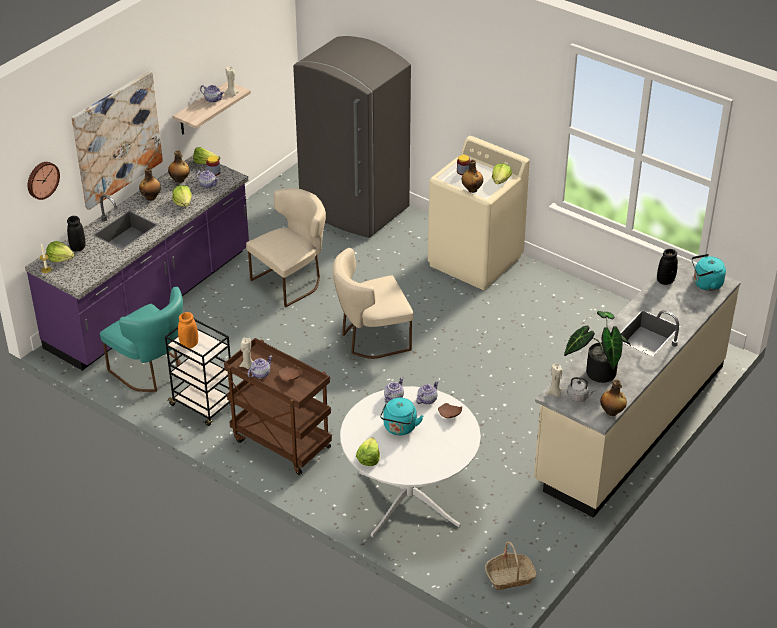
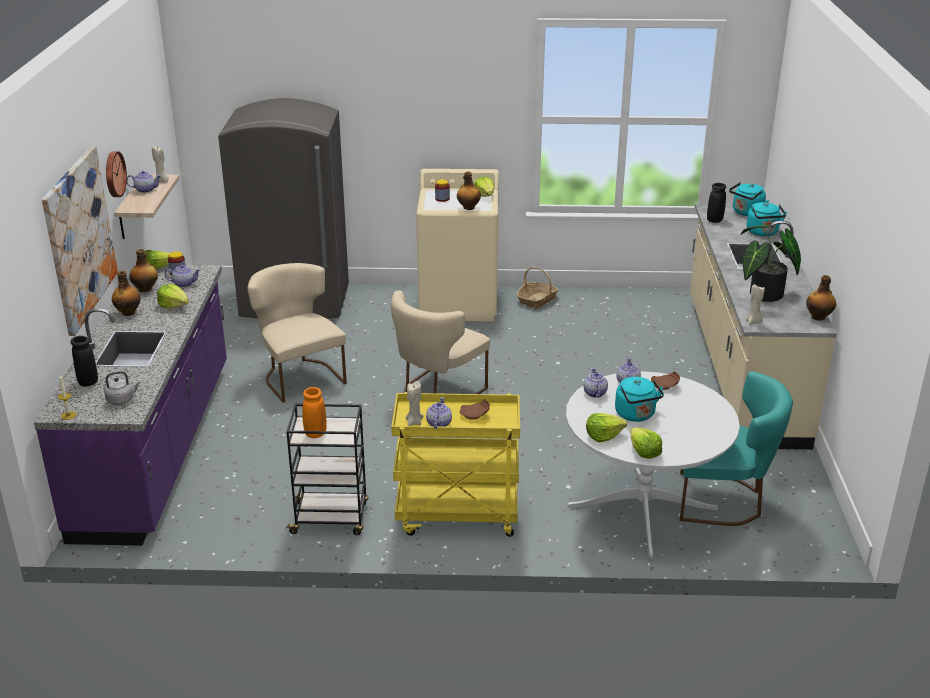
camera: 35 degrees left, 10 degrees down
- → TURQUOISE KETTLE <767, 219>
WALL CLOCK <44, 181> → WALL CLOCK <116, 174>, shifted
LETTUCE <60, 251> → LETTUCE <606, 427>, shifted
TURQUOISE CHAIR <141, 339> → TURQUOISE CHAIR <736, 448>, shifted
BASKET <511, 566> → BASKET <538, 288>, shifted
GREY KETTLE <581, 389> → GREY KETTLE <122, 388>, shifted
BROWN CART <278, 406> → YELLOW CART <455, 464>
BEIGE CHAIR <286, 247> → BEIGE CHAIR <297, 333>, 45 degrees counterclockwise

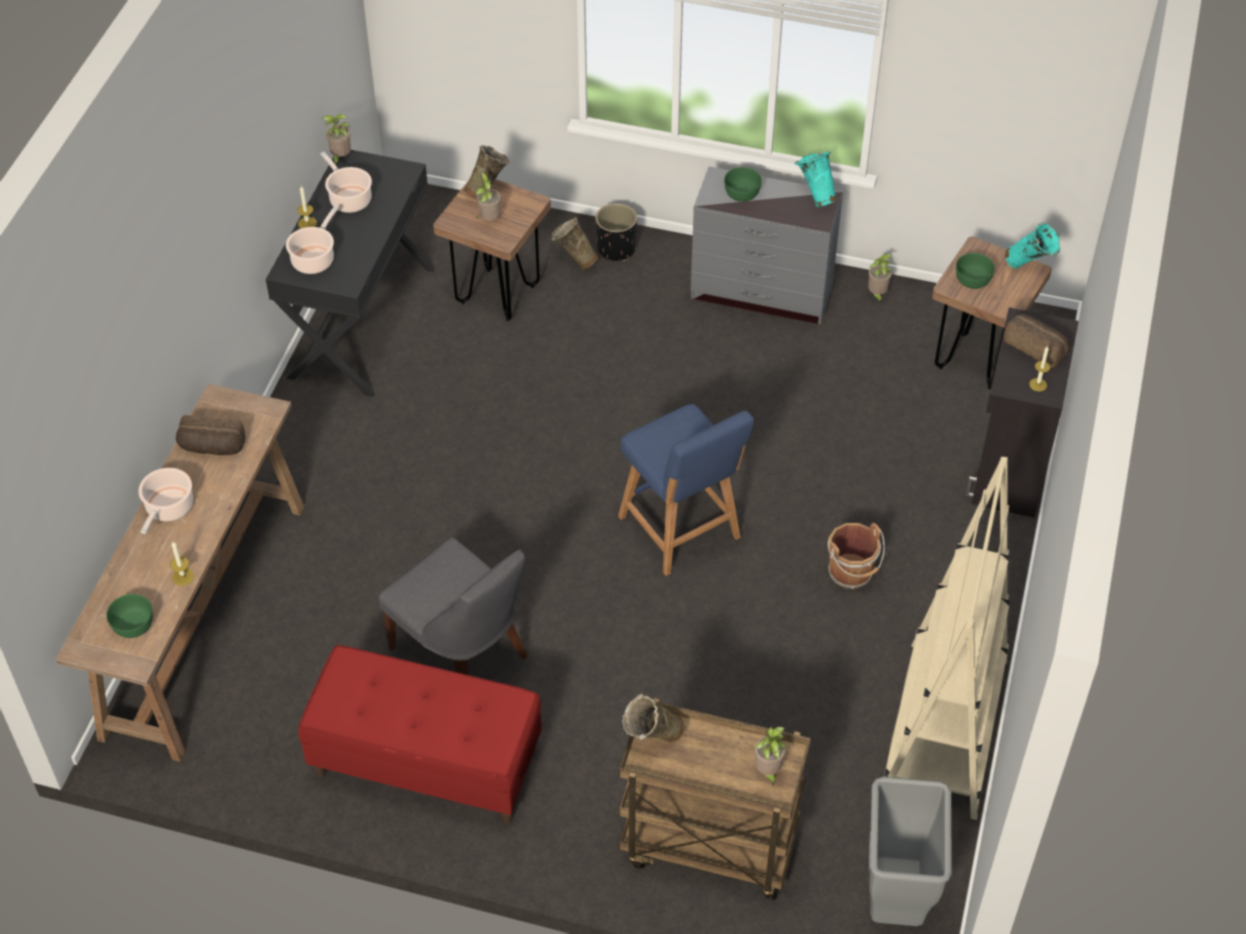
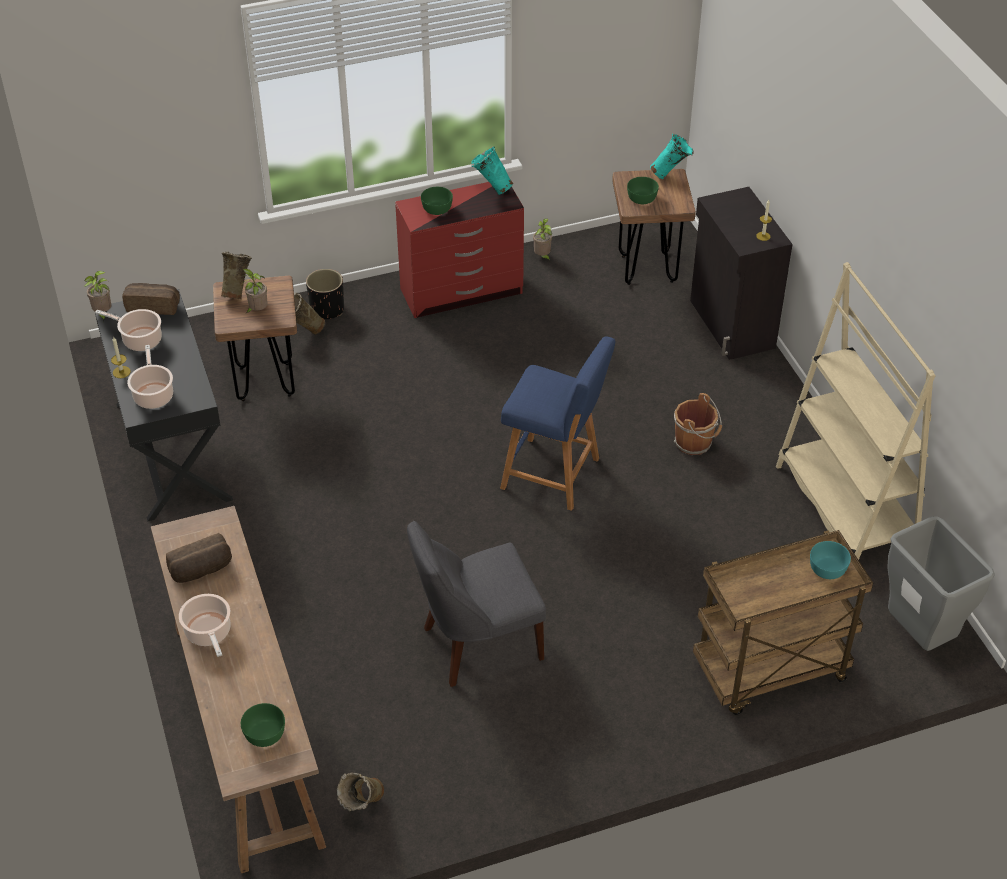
camera: 35 degrees left, 5 degrees down
CANDLE <182, 564> → -
RED BENCH <420, 735> → -
BEIGE VASE <653, 718> → BEIGE VASE <360, 792>, shifted
BREAD <1037, 341> → BREAD <151, 299>, shifted
POTTED PLANT <771, 755> → TURQUOISE BOWL <830, 560>
GREY DRESSER <767, 245> → RED DRESSER <459, 250>
GREY CHAIR <453, 606> → GREY CHAIR <476, 604>, 150 degrees clockwise

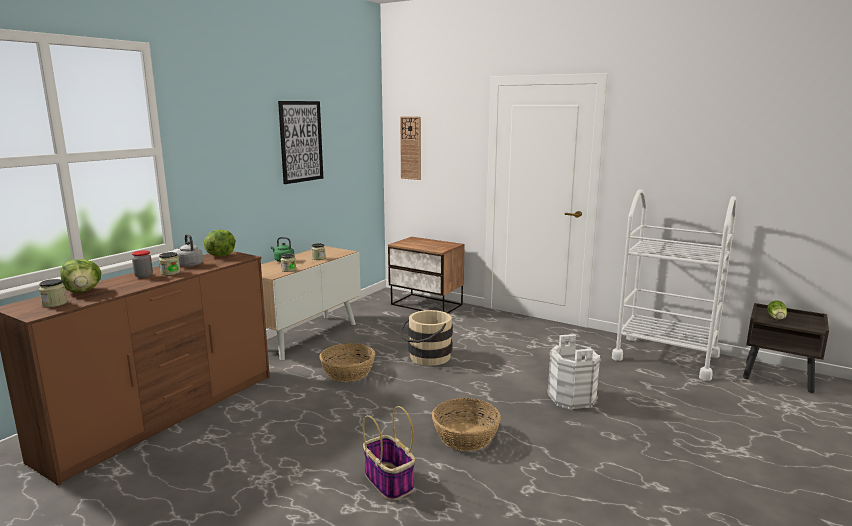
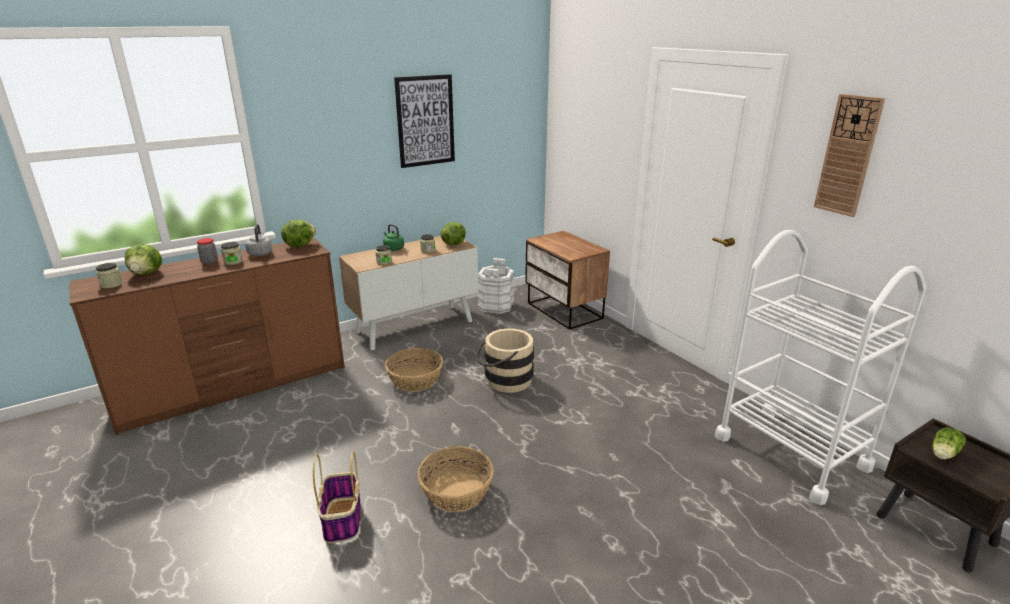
camera: 25 degrees right, 10 degrees up
- → LETTUCE <453, 233>
WALL CLOCK <410, 148> → WALL CLOCK <849, 155>, shifted
WHITE BUCKET <574, 372> → WHITE BUCKET <495, 286>, shifted

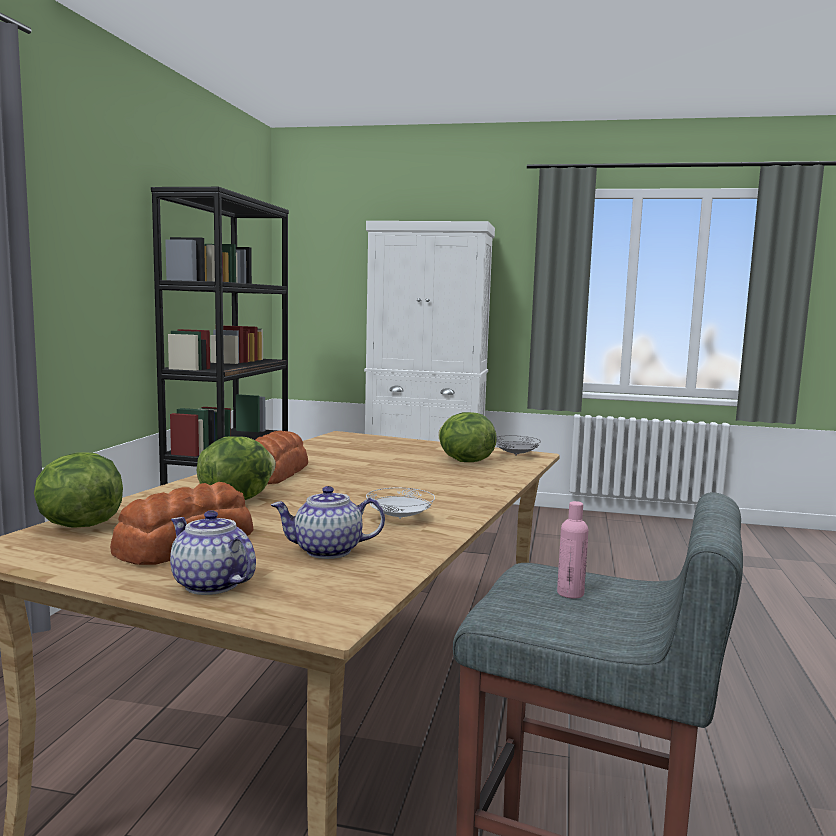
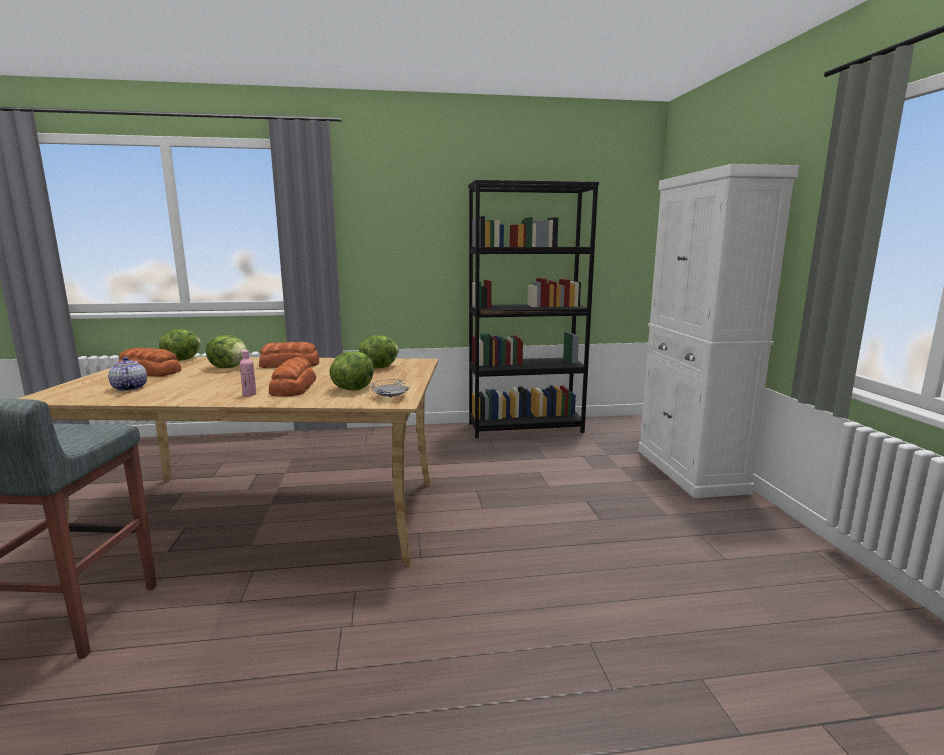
camera: 70 degrees right, 5 degrees up
TEAPOT <213, 552> → -
WHITE PLATE <400, 503> → -
- → BREAD <292, 377>
- → LETTUCE <379, 352>
PINK BOTTLE <572, 550> → PINK BOTTLE <248, 373>, shifted

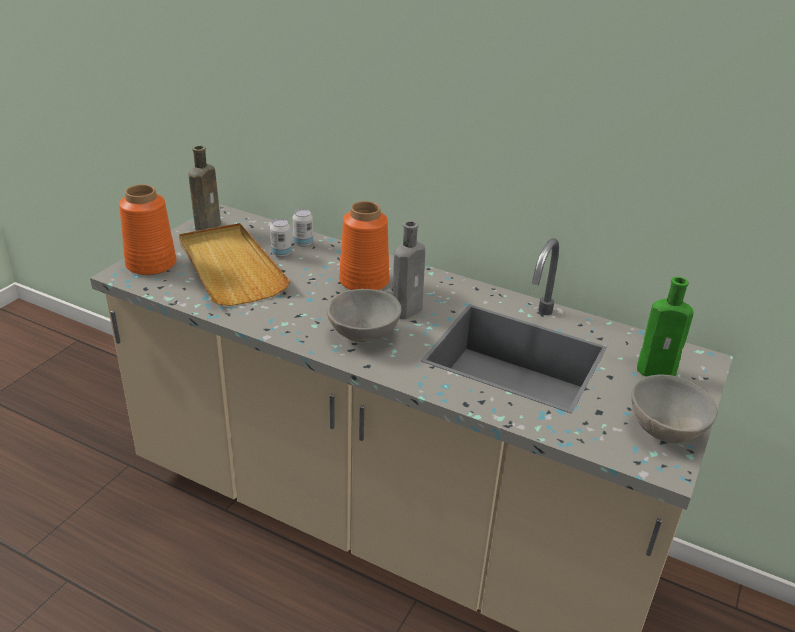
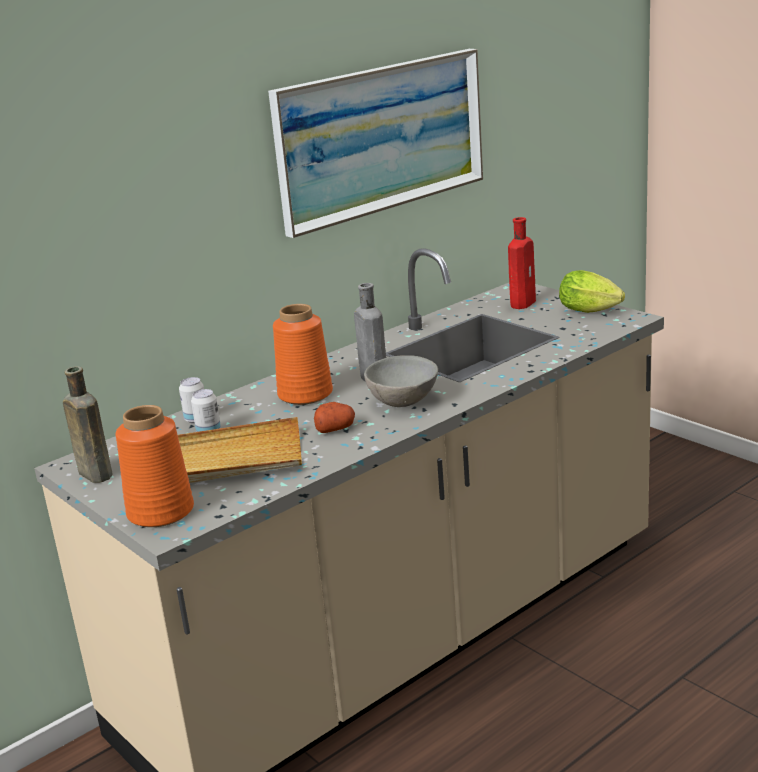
camera: 65 degrees left, 10 degrees down
- → PICTURE <375, 143>
- → POTATO <334, 417>
GREY BOWL <674, 409> → LETTUCE <592, 291>
GREEN BOTTLE <665, 326> → RED BOTTLE <522, 263>

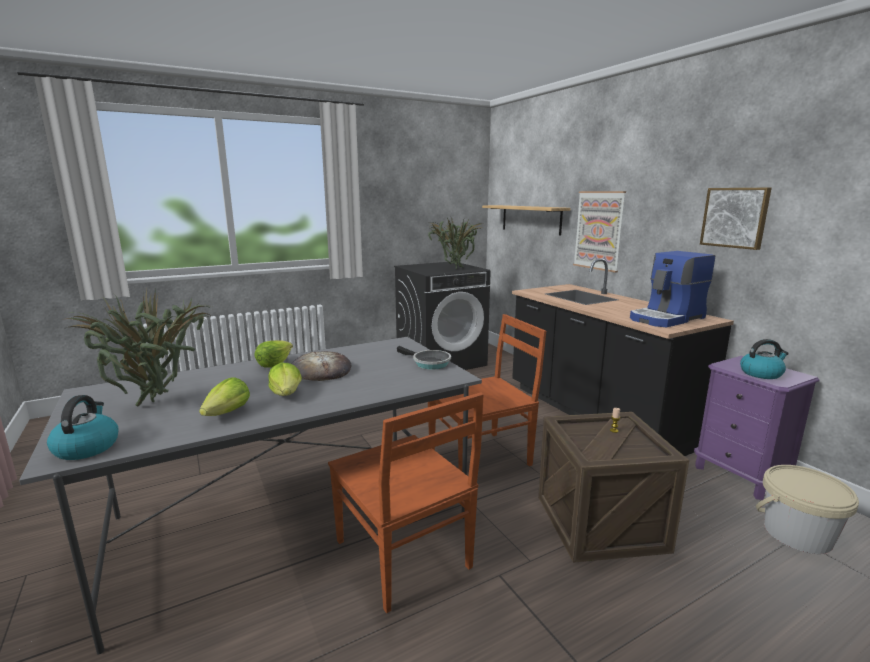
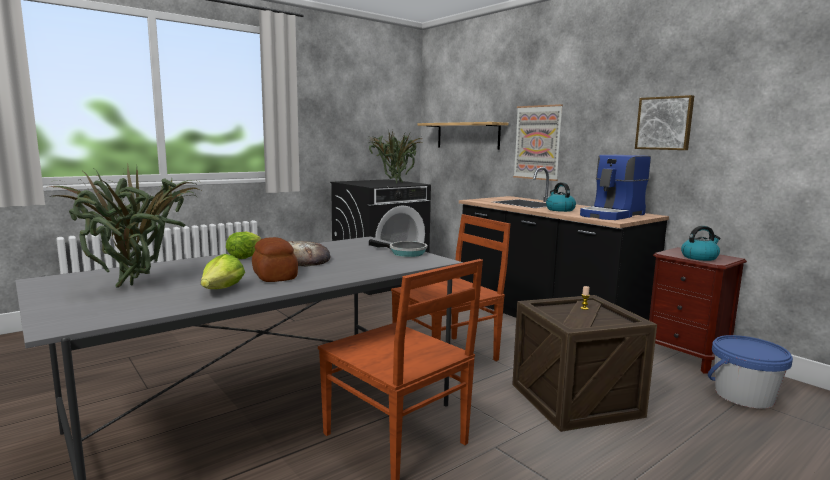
camera: 10 degrees left, 5 degrees down
KETTLE <83, 427> → KETTLE <561, 197>, shifted
LETTUCE <285, 379> → BREAD <275, 259>
PURPLE NIGHTSTAND <757, 428> → BROWN NIGHTSTAND <698, 310>
BEIGE BUCKET <807, 509> → BLUE BUCKET <750, 372>

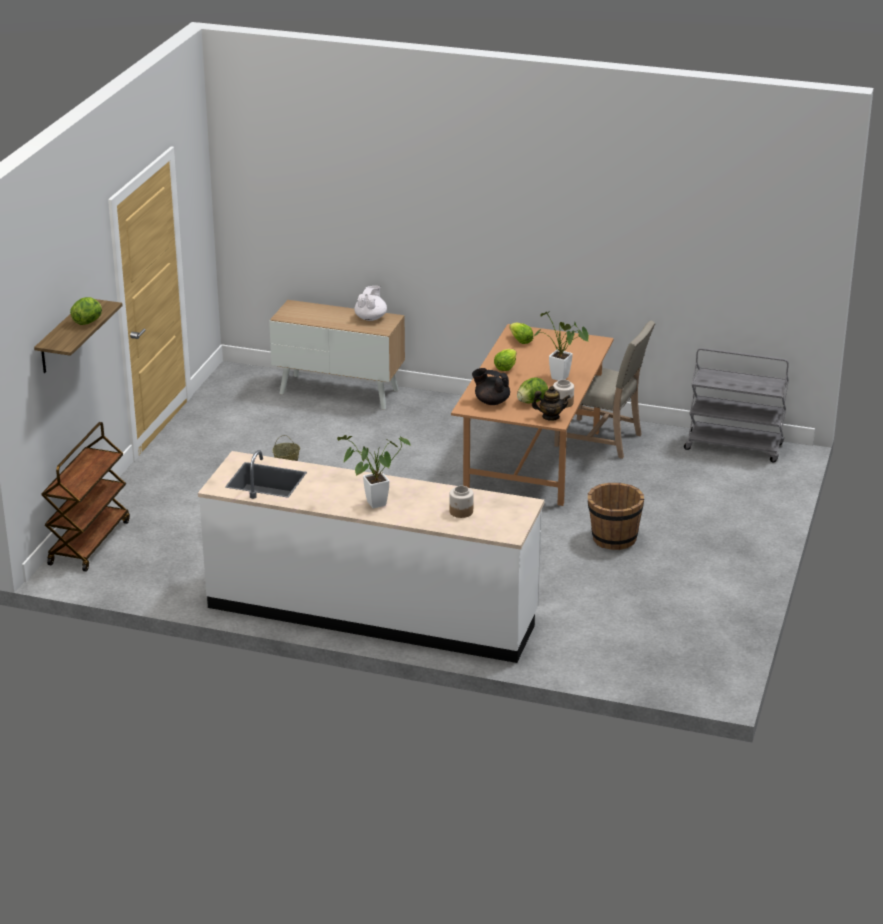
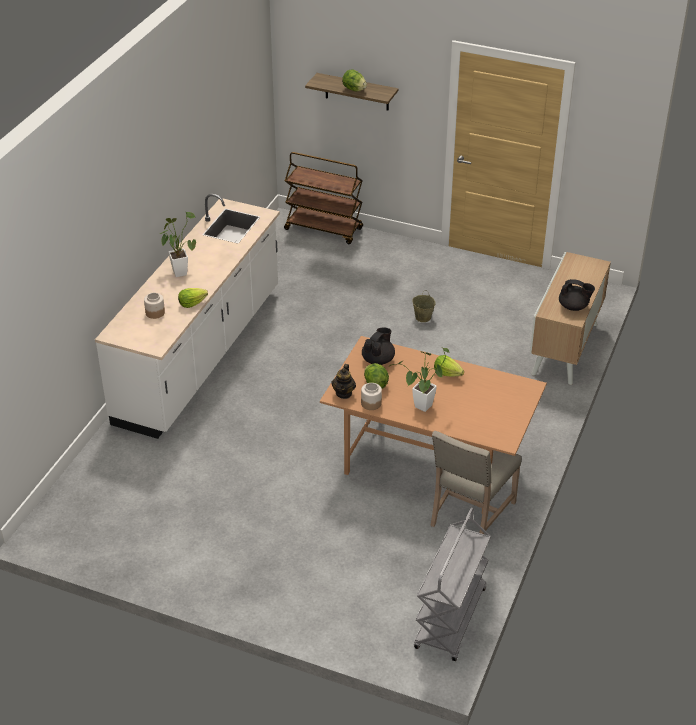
camera: 95 degrees right, 10 degrees up
BROWN BUCKET <616, 516> → -
LETTUCE <521, 333> → LETTUCE <193, 298>, shifted
WHITE TEAPOT <370, 303> → BLACK TEAPOT <577, 295>

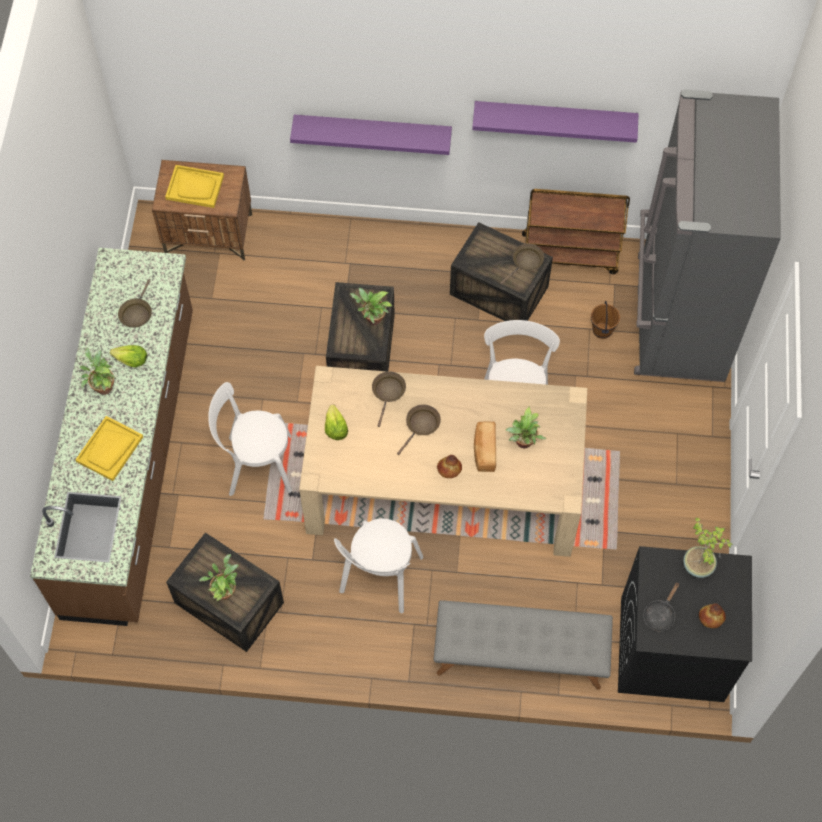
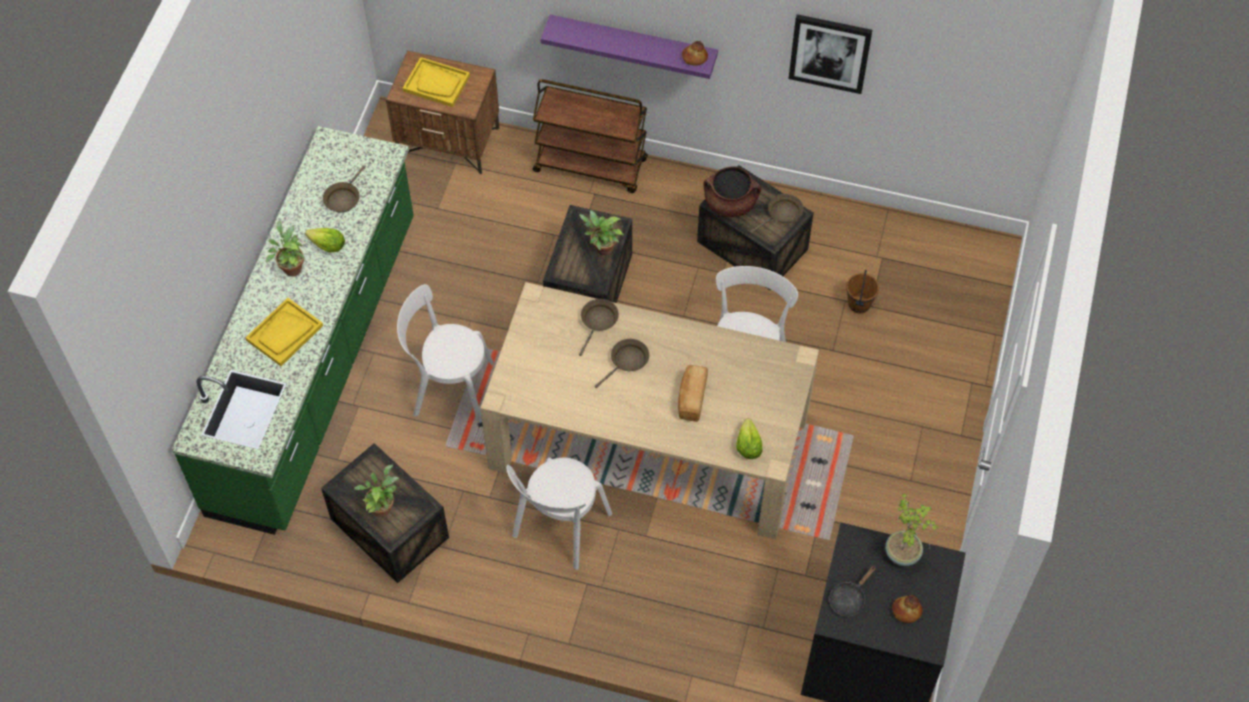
camera: 10 degrees right, 5 degrees down
GREY BENCH <523, 645> → -
POTTED PLANT <526, 427> → -
GREY FRIDGE <707, 235> → -
- → BROWN COOKING POT <732, 191>
LETTUCE <336, 422> → LETTUCE <749, 438>, shifted
BREAD <449, 466> → BREAD <695, 53>, shifted
BROWN CART <576, 231> → BROWN CART <590, 136>, shifted
PURPLE SHELF <555, 122> → PICTURE <830, 54>
BROWN COUNTER <111, 437> → GREEN COUNTER <293, 330>

